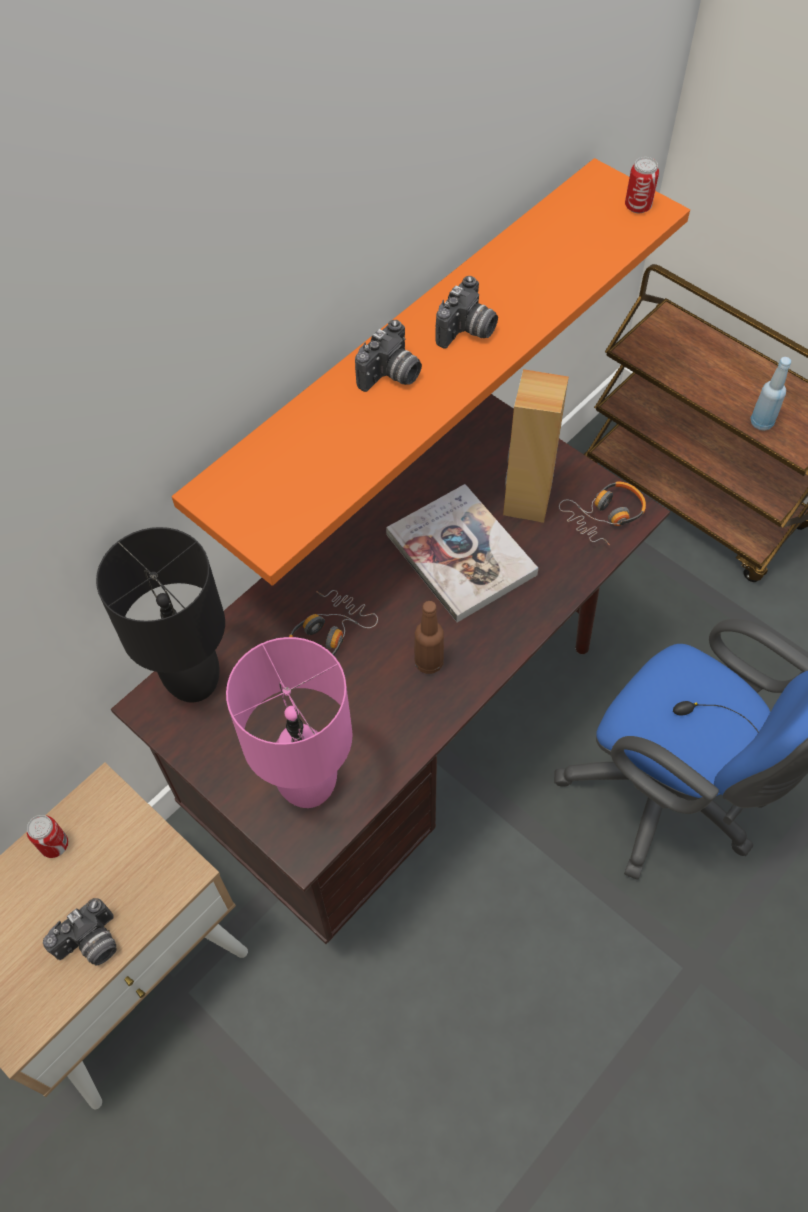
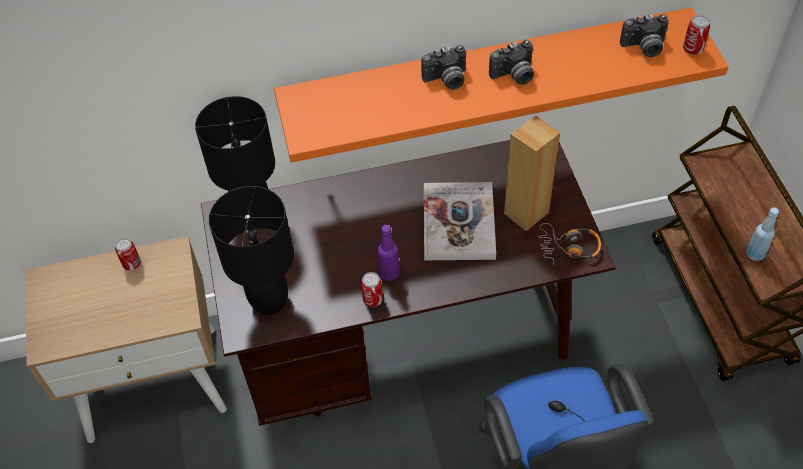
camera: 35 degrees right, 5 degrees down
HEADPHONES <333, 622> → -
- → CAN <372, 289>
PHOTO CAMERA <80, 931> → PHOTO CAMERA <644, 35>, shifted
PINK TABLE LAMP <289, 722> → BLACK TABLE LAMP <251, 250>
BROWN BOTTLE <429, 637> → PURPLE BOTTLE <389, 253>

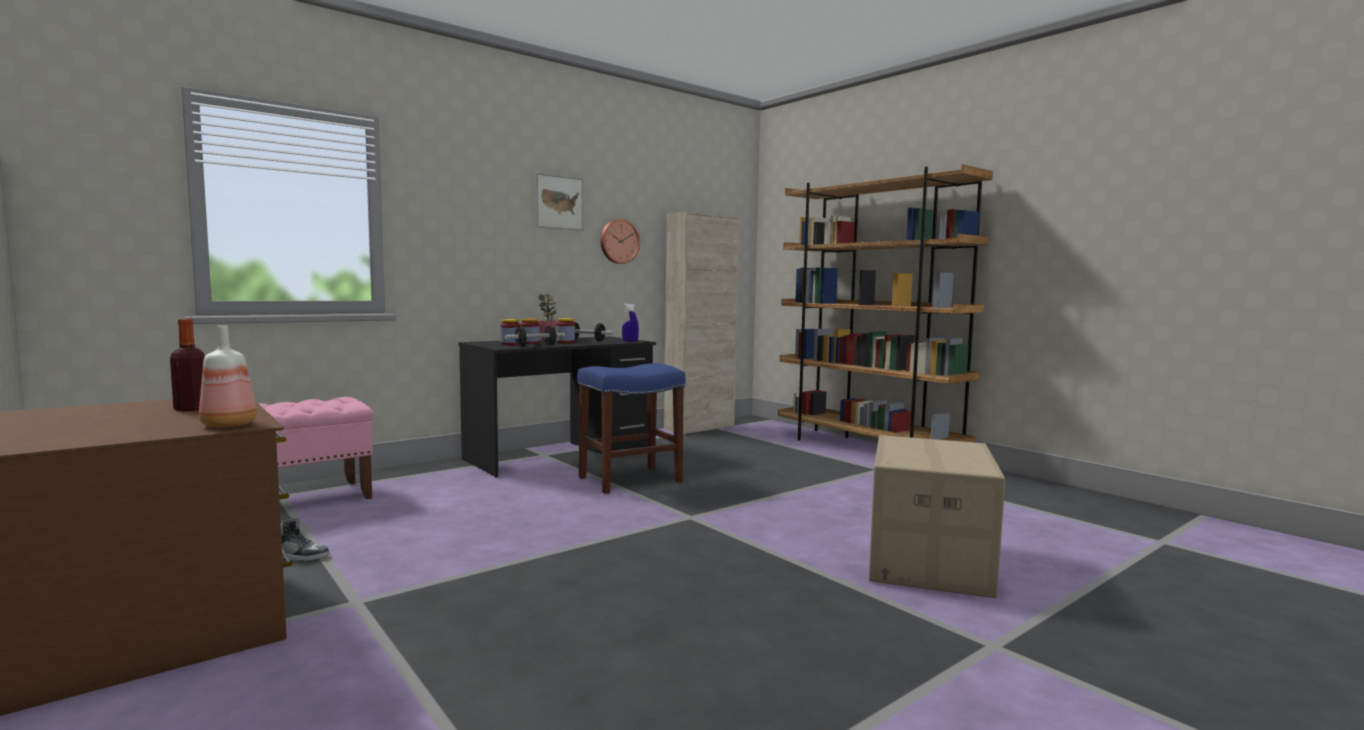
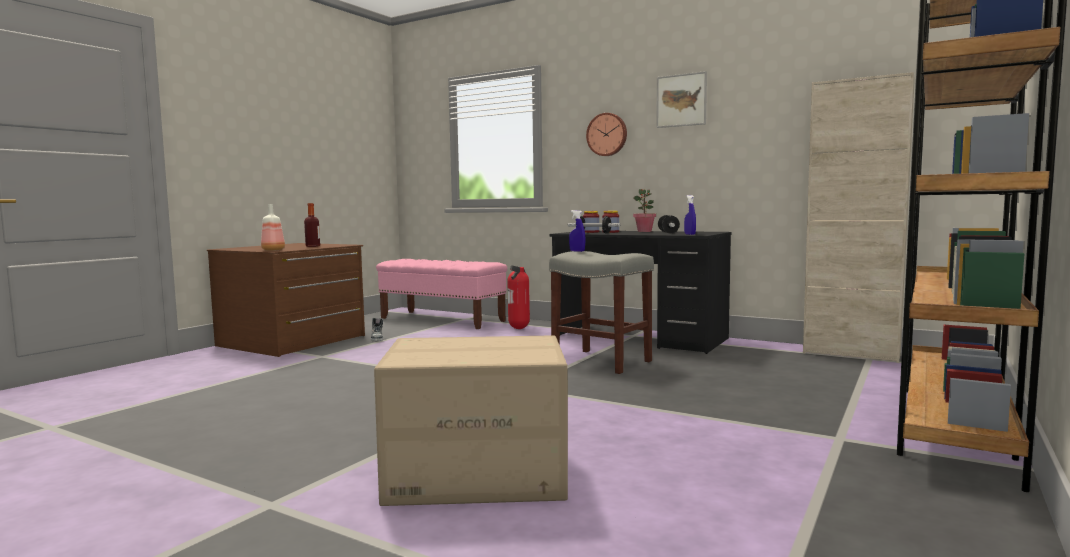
camera: 70 degrees right, 0 degrees up
JAR <565, 330> → -
- → FIRE EXTINGUISHER <518, 297>
- → BLUE SPRAY BOTTLE <577, 231>
WALL CLOCK <620, 241> → WALL CLOCK <606, 134>, shifted
BLUE STOOL <631, 428> → GREY STOOL <601, 312>

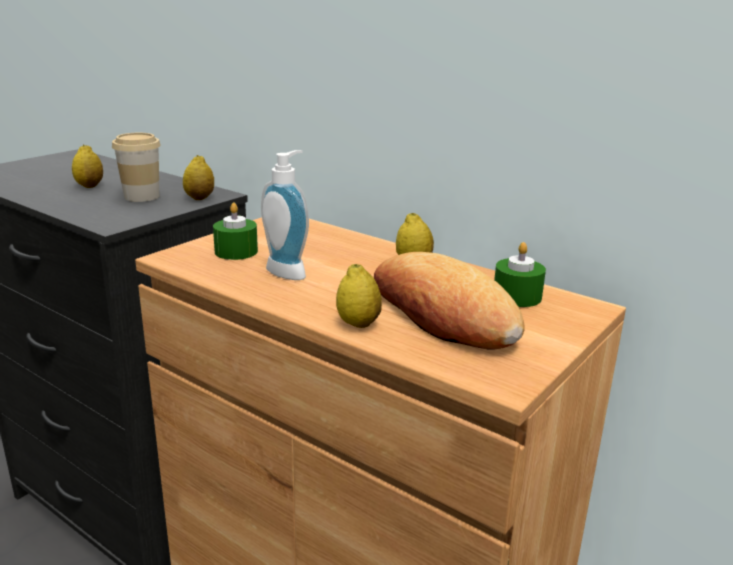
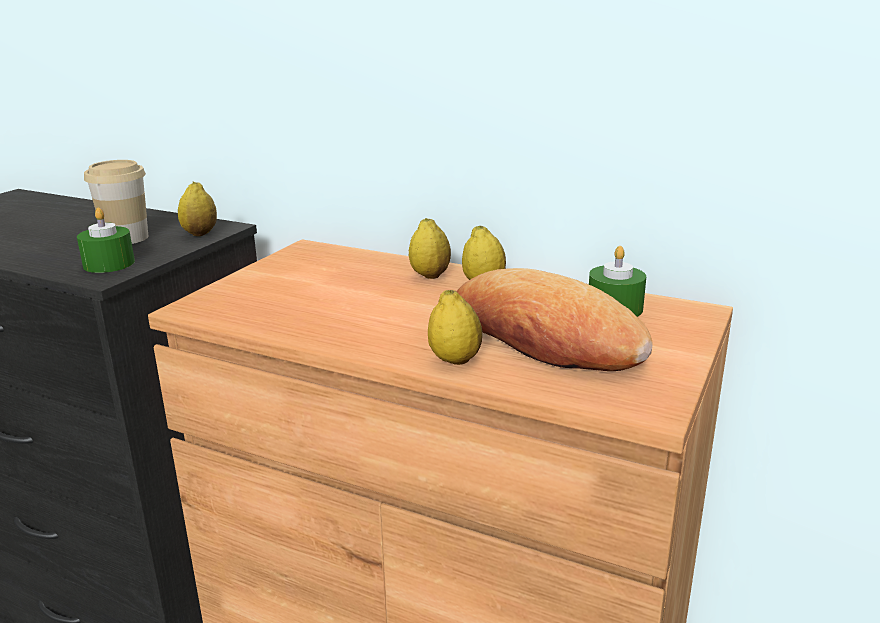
camera: 10 degrees left, 0 degrees up
SOAP DISPENSER <285, 215> → -
LEMON <87, 166> → LEMON <430, 248>, shifted
GREEN CANDLE <235, 231> → GREEN CANDLE <106, 240>, shifted

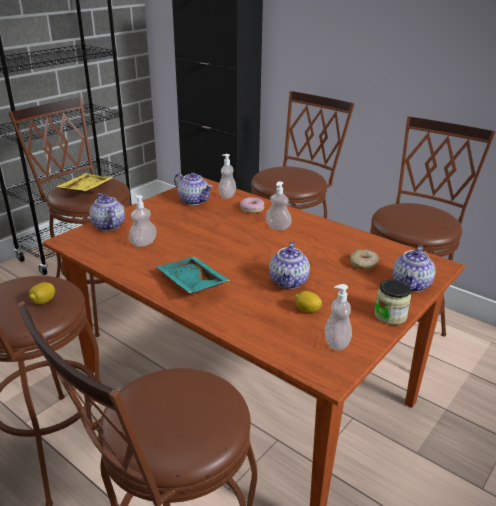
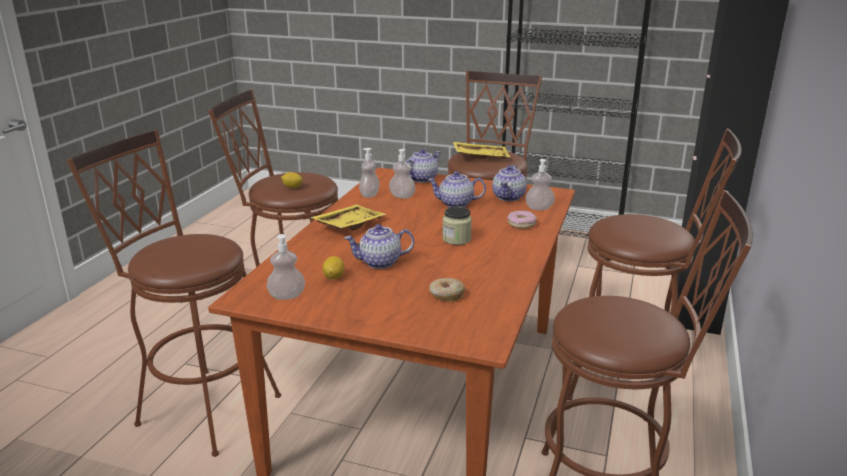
camera: 70 degrees right, 5 degrees down
SOAP DISPENSER <279, 205> → SOAP DISPENSER <369, 173>, shifted
JAR <392, 302> → JAR <457, 225>, shifted
TEAPOT <414, 268> → TEAPOT <457, 189>, shifted
TURQUOISE TRAY <193, 275> → YELLOW TRAY <348, 217>

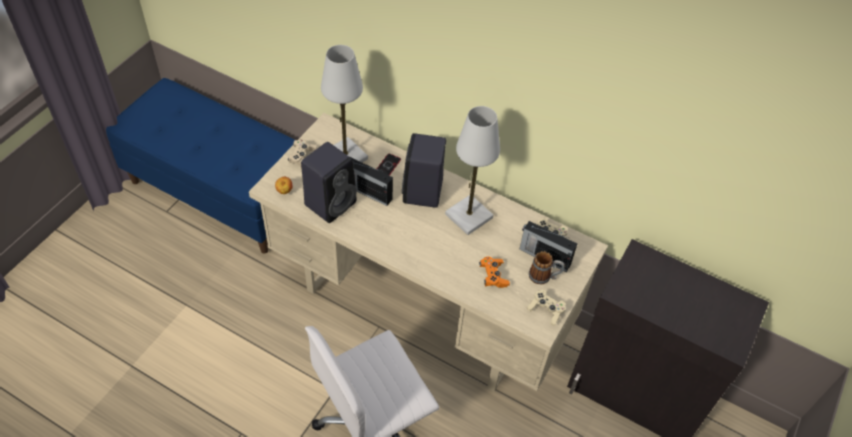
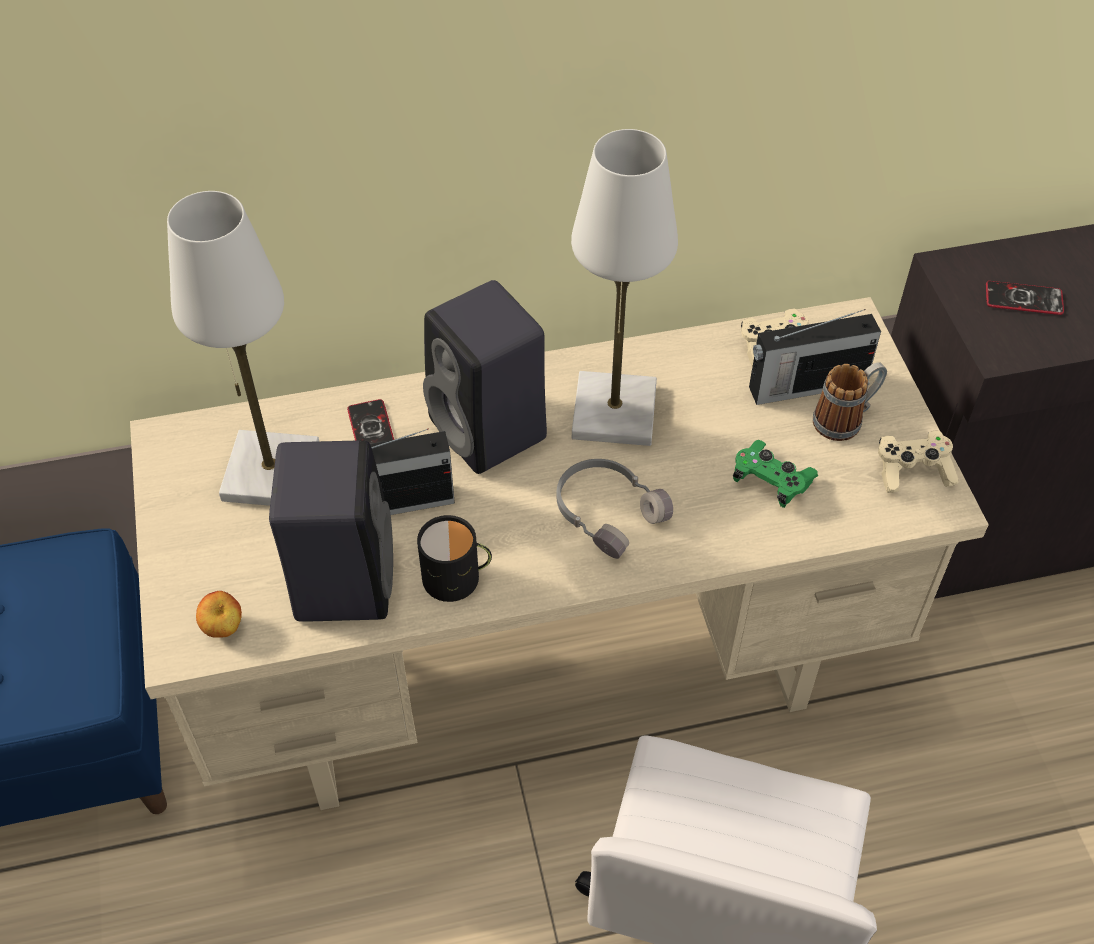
camera: 40 degrees left, 0 degrees up
BEIGE GAME CONTROLLER <302, 153> → -
- → BLACK MUG <454, 558>
- → GREY HEADPHONES <615, 509>
- → PHONE <1025, 298>
ORANGE GAME CONTROLLER <494, 272> → GREEN GAME CONTROLLER <775, 474>

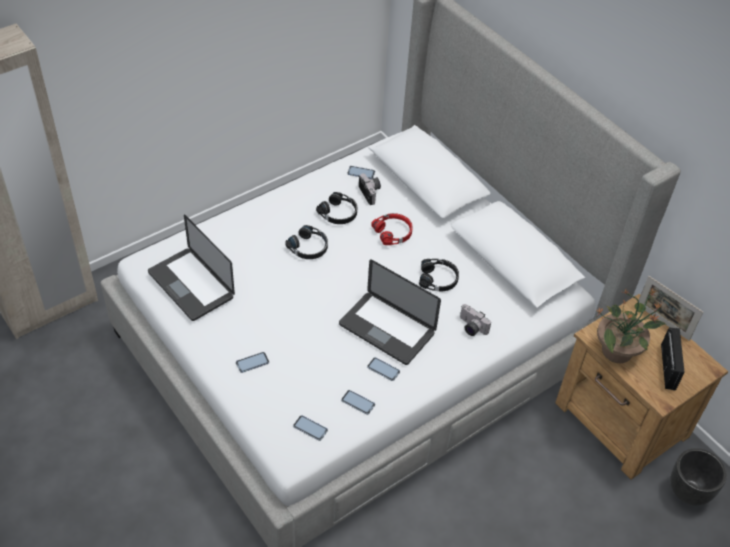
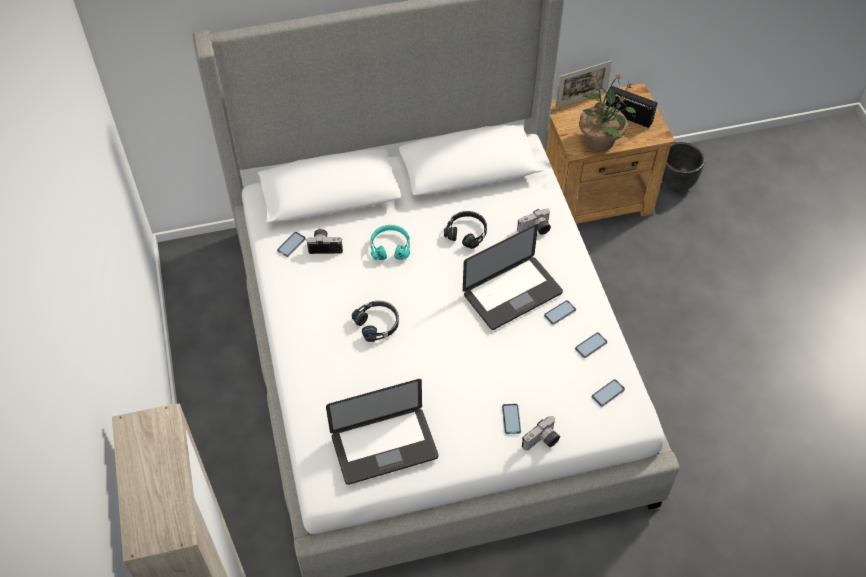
camera: 65 degrees left, 5 degrees up
BLACK HEADPHONES <336, 208> → -
- → PHOTO CAMERA <541, 433>
RED HEADPHONES <392, 229> → TURQUOISE HEADPHONES <390, 242>

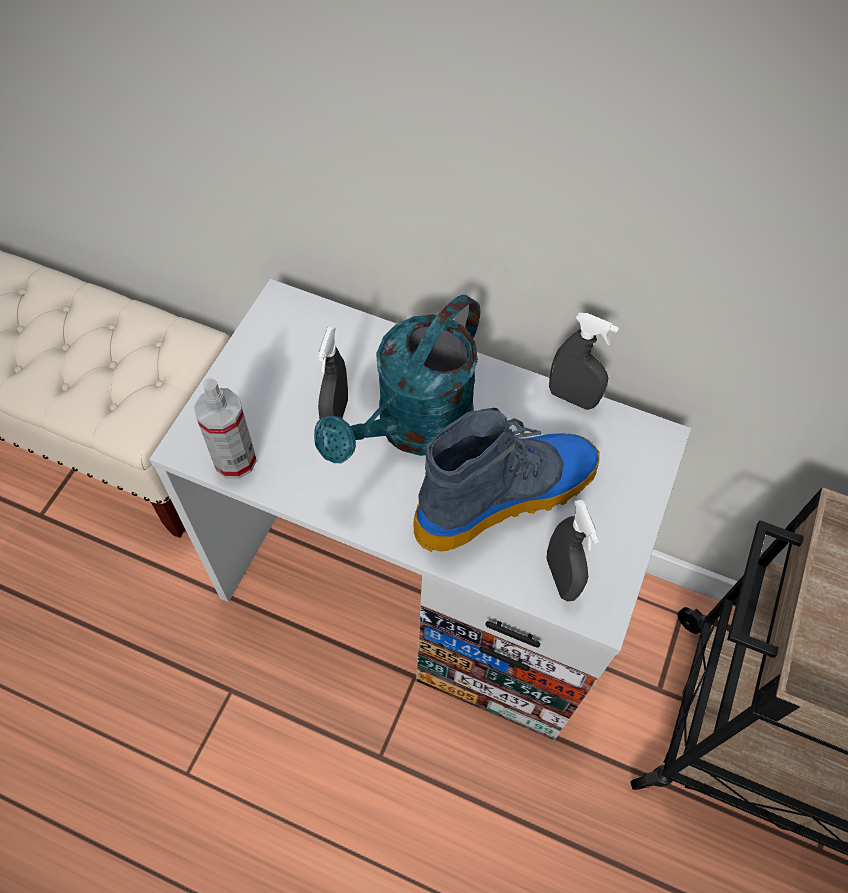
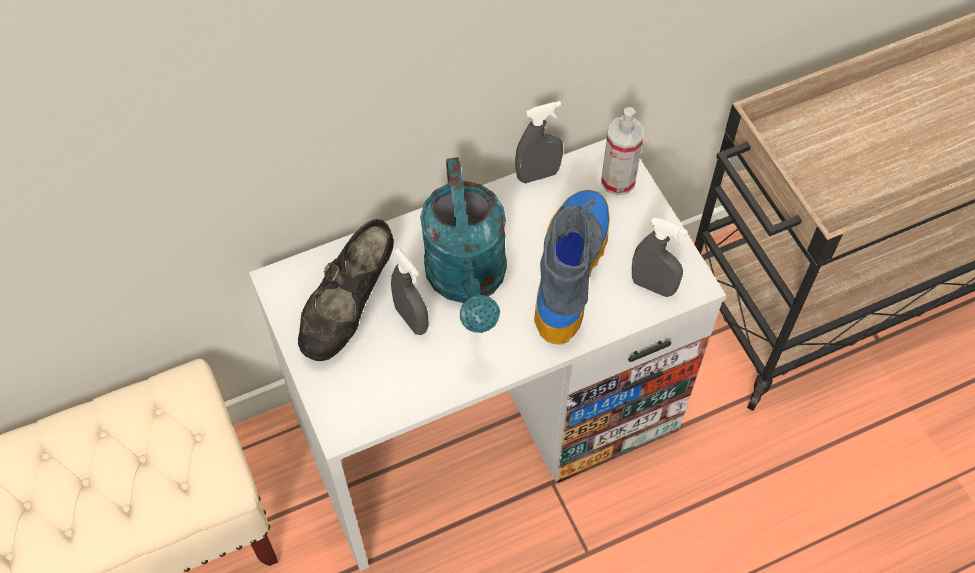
camera: 45 degrees left, 0 degrees up
- → BLACK SHOE <346, 290>
SPRAY BOTTLE <225, 428> → SPRAY BOTTLE <622, 151>, shifted

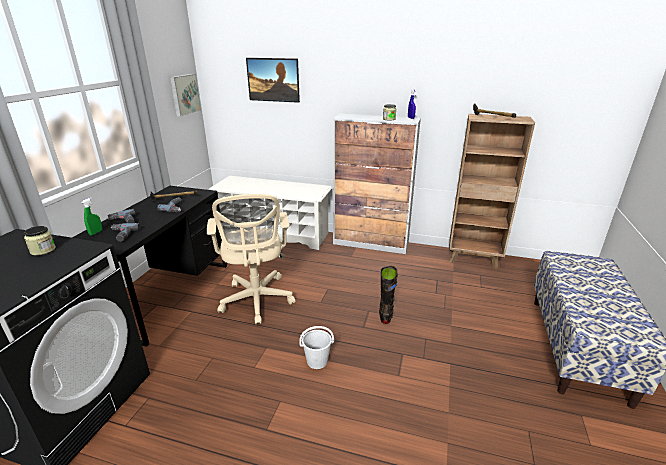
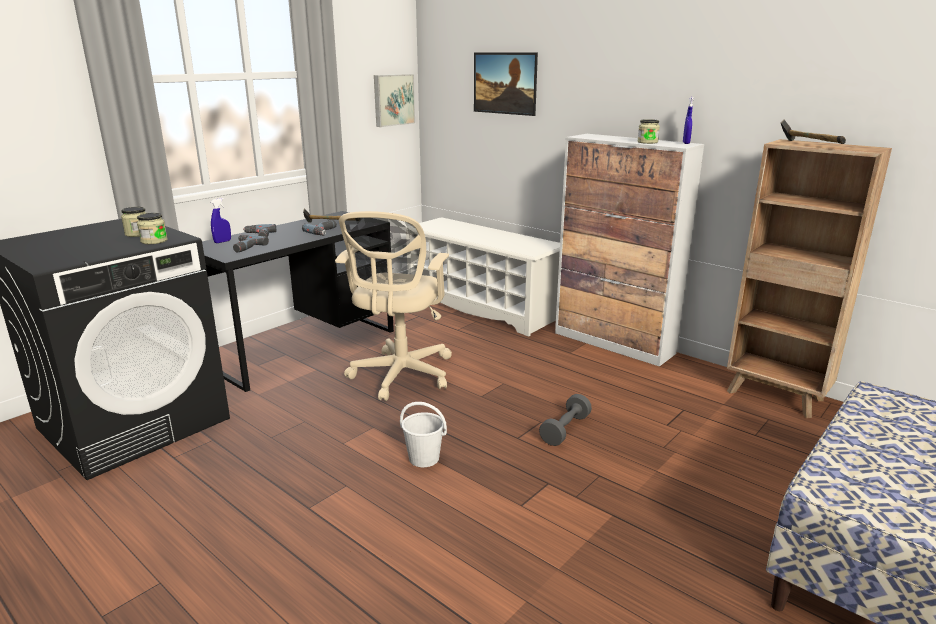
camera: 25 degrees right, 5 degrees down
- → JAR <152, 228>
BLACK BOOT <388, 295> → GREY DUMBBELL <565, 420>
GREEN SPRAY BOTTLE <92, 216> → BLUE SPRAY BOTTLE <221, 220>

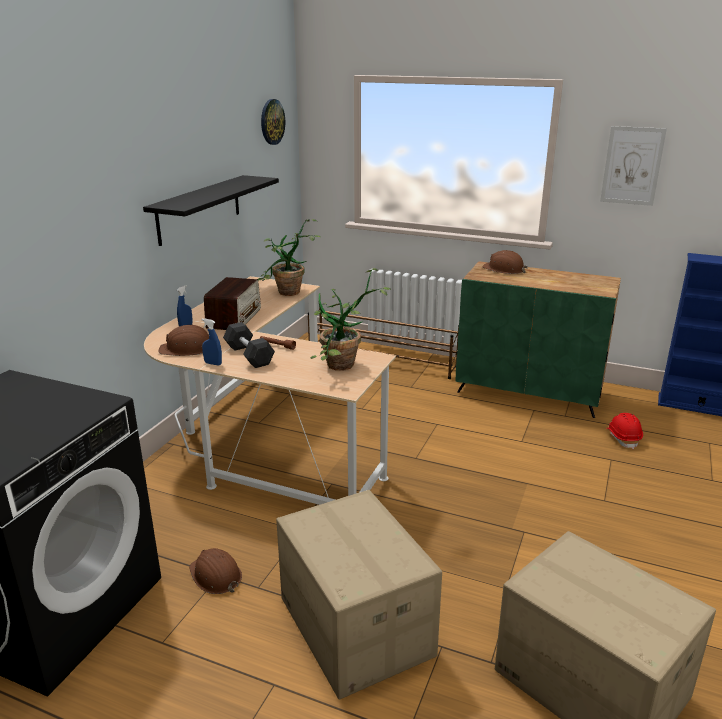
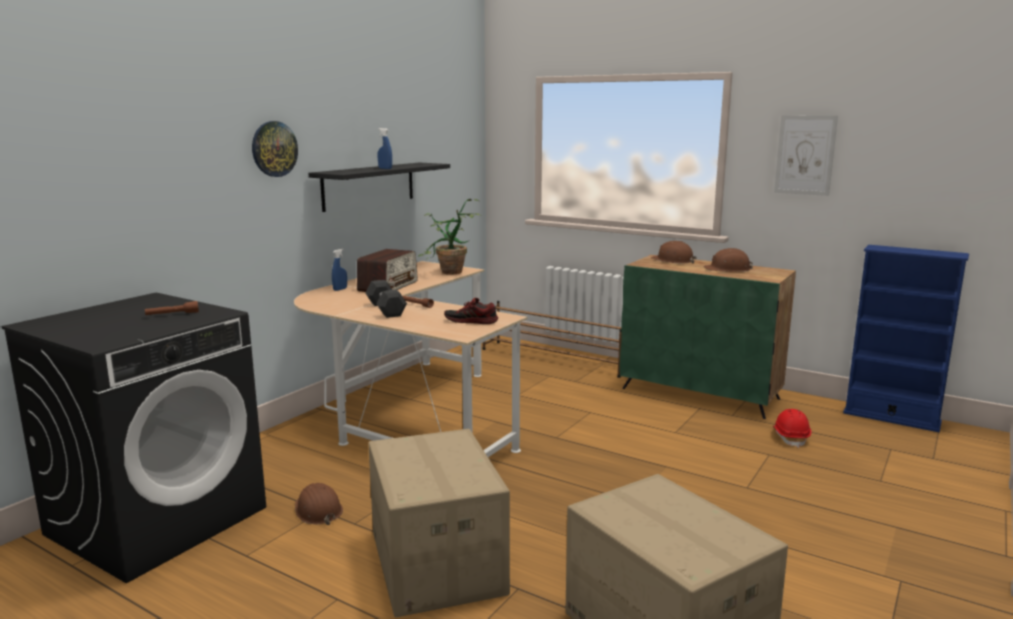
camera: 10 degrees right, 10 degrees down
- → BROWN FLASHLIGHT <172, 308>
BROWN HARD HAT <184, 340> → BROWN HARD HAT <728, 260>, shifted
BLUE SPRAY BOTTLE <212, 341> → BLUE SPRAY BOTTLE <385, 148>, shifted
WALL CLOCK <273, 122> → WALL CLOCK <275, 149>, shifted
POTTED PLANT <351, 319> → SHOE <471, 311>

